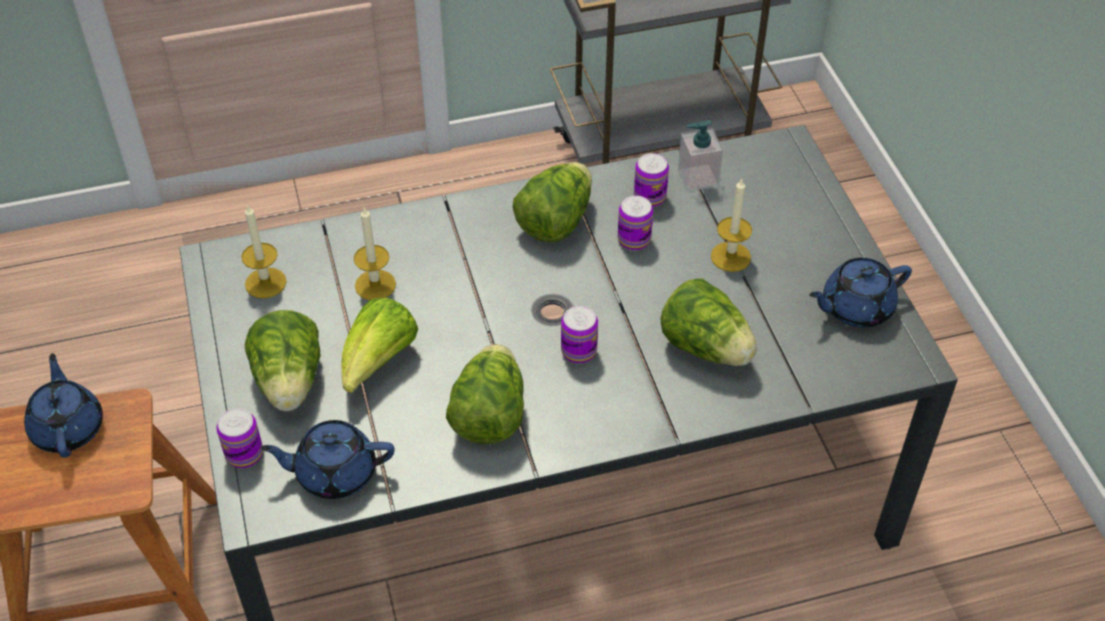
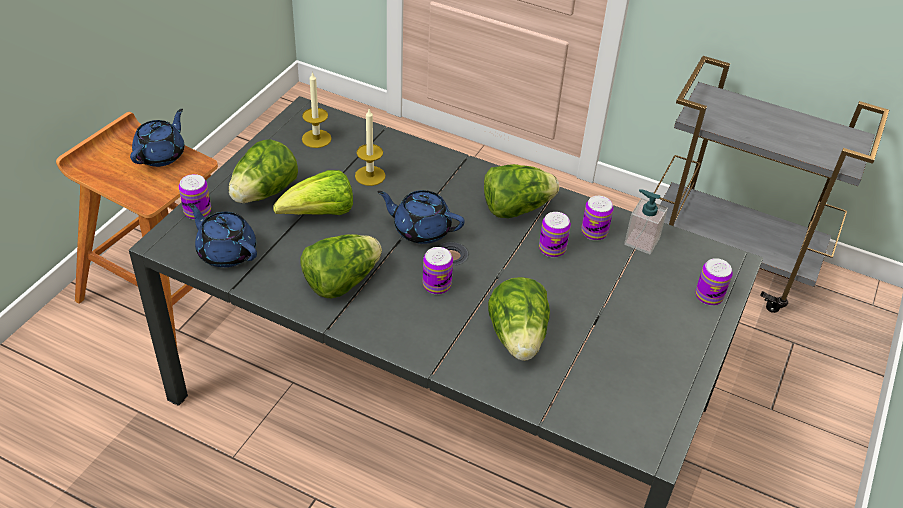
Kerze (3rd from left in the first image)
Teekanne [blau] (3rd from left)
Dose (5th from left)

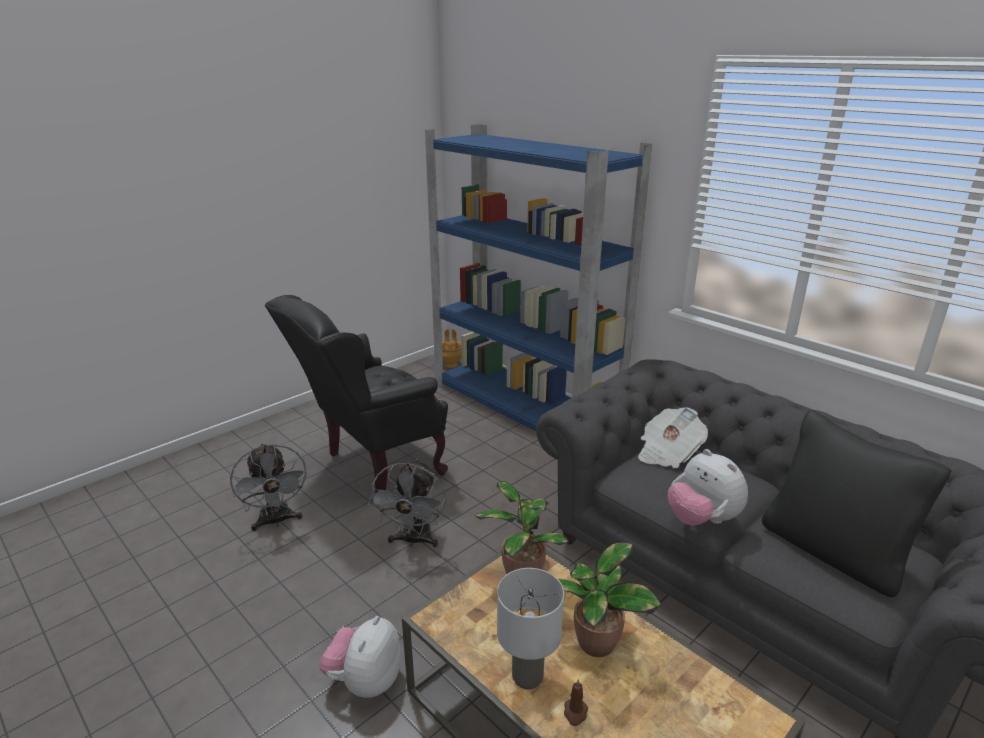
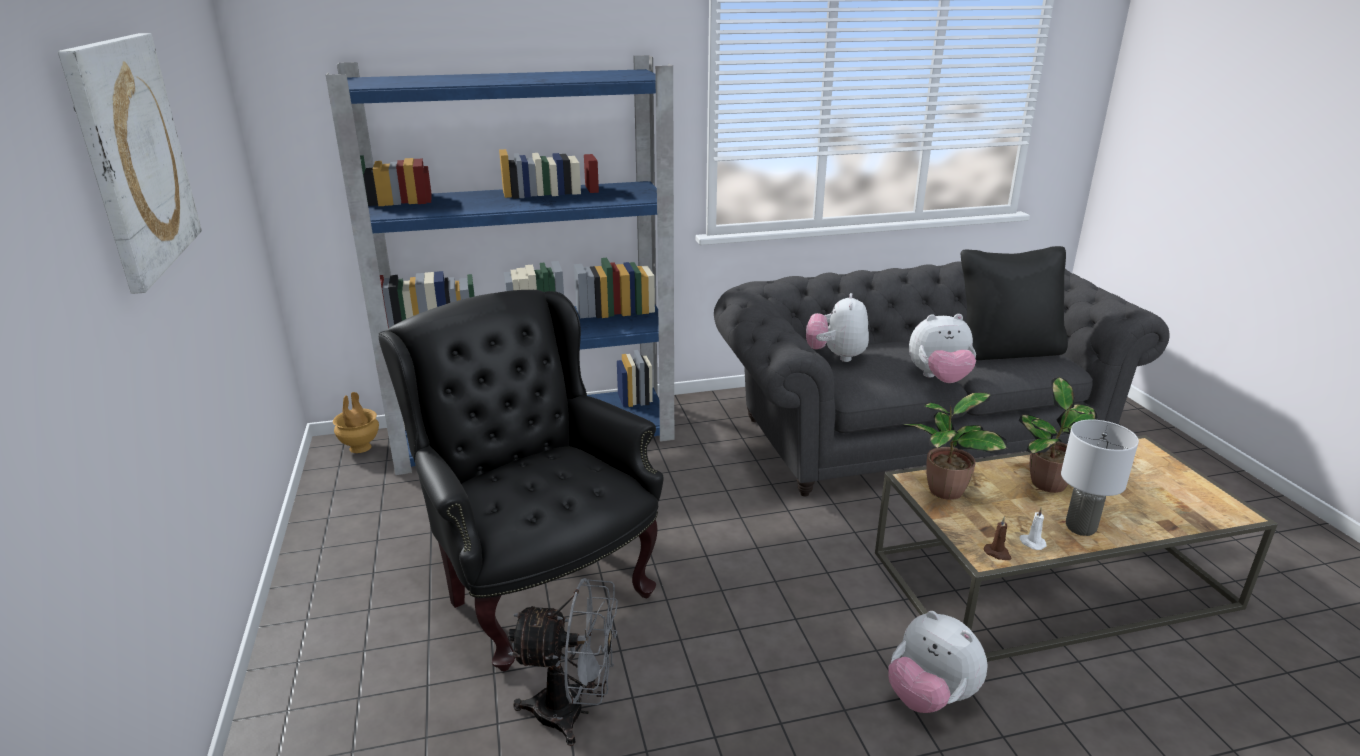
Sessel [schwarz]
Ventilator [grau] (2nd from left in the first image)
Kerze [braun]
Plüschtier (1st from left)
Bild
Kerze [weiß]

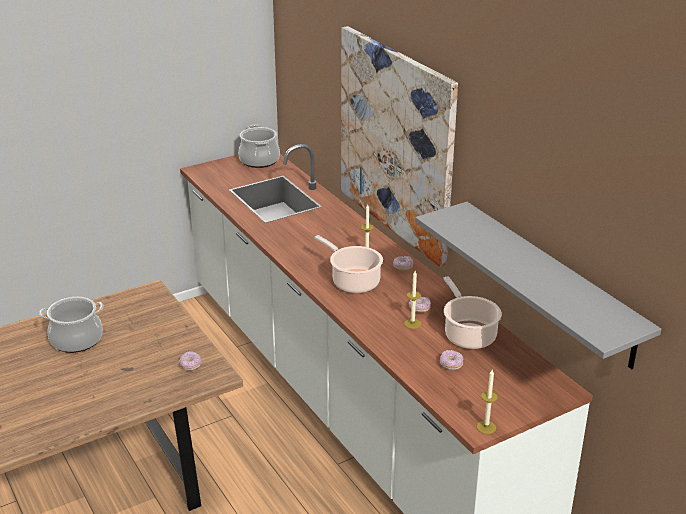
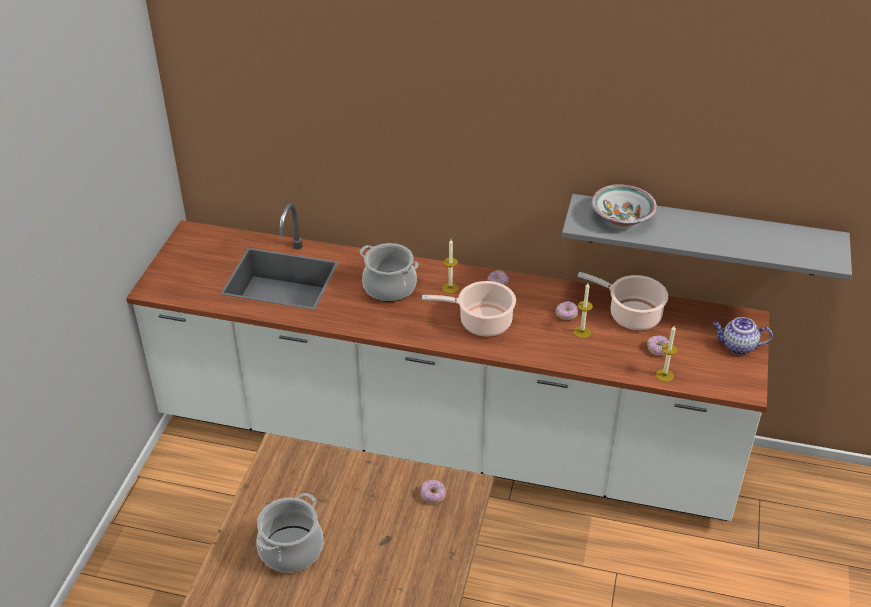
Kochtopf (2nd from left)
Bild
Kerze (3rd from left)
Schüssel
Teekanne

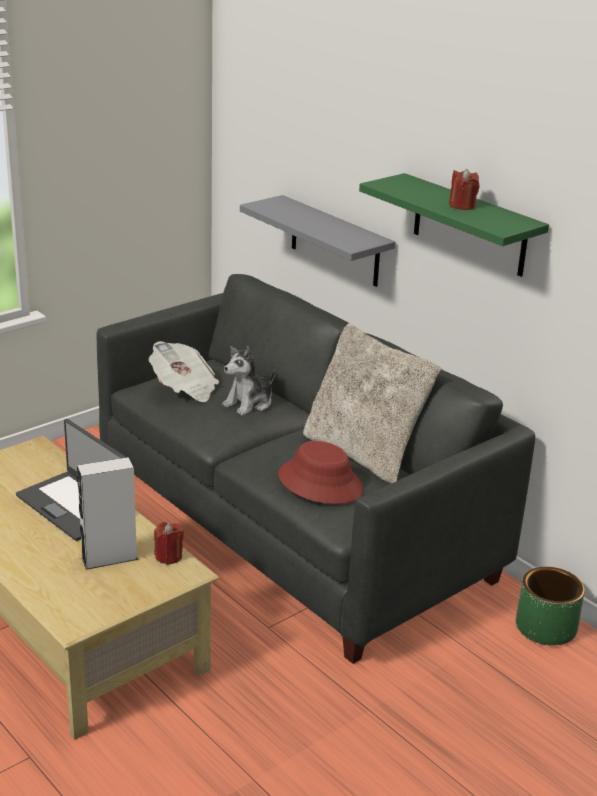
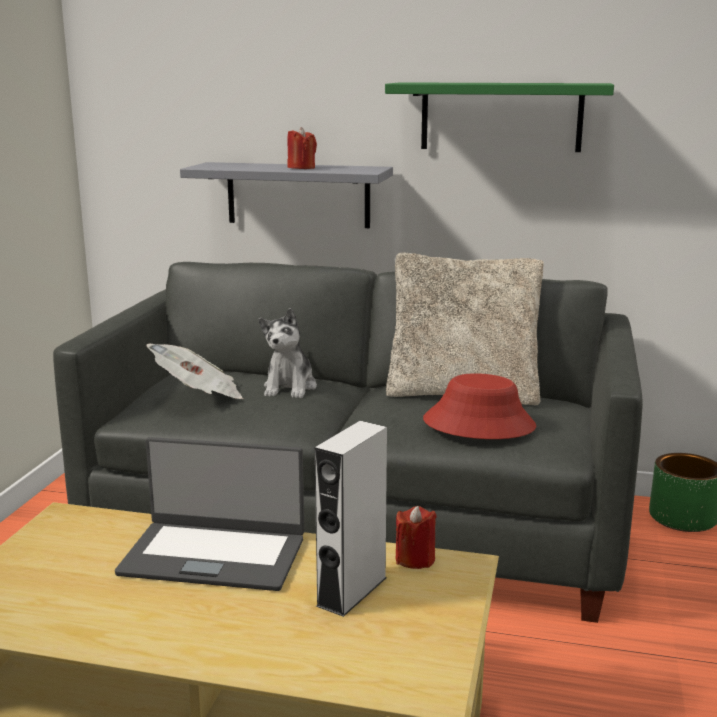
Kerze [rot] (1st from left)

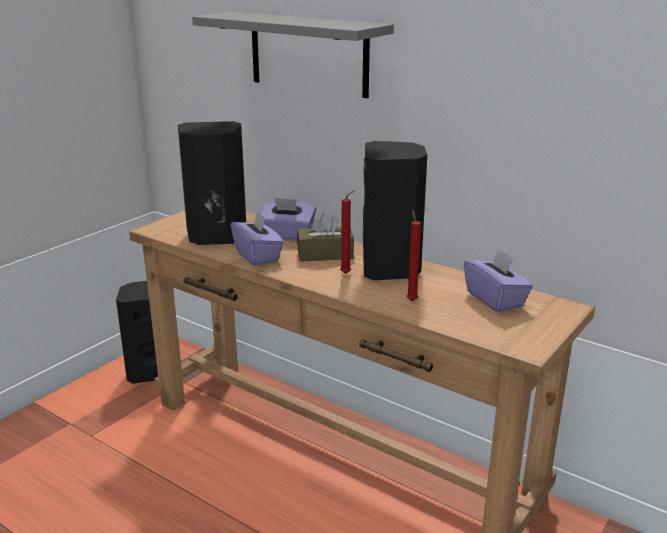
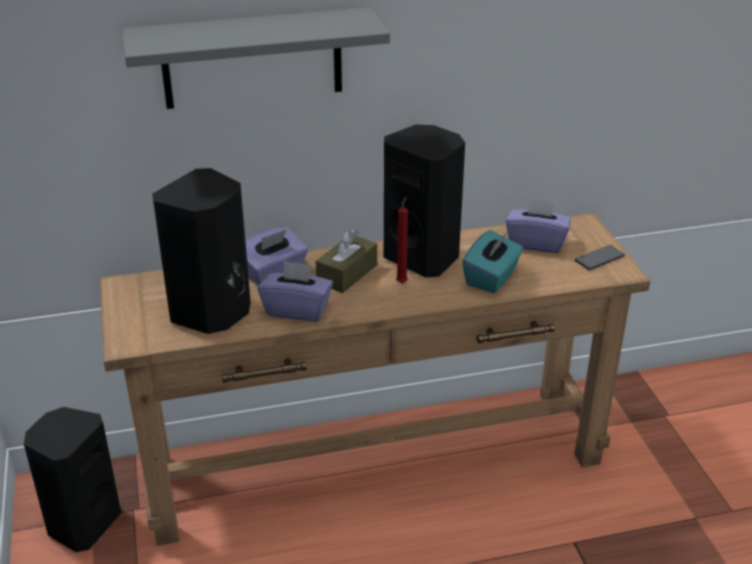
Taschentuchbox [türkis]
Handy

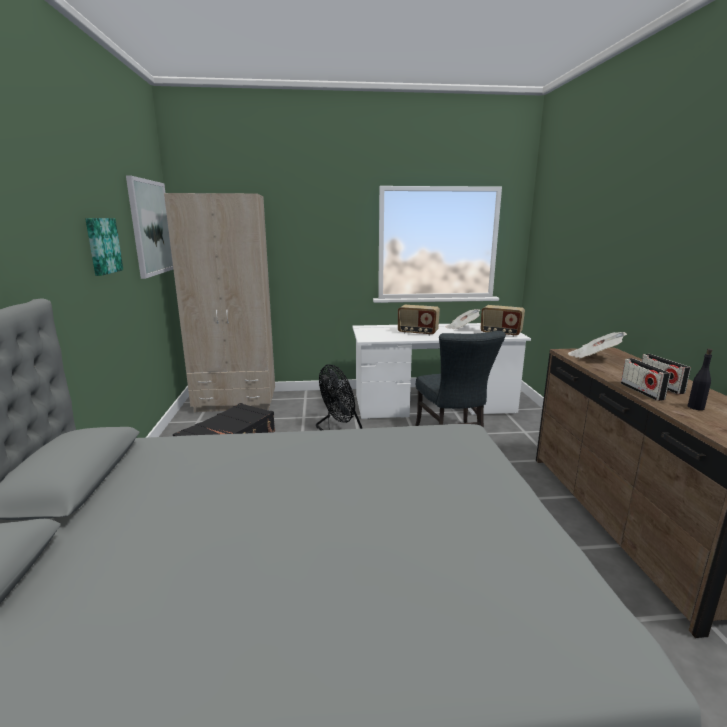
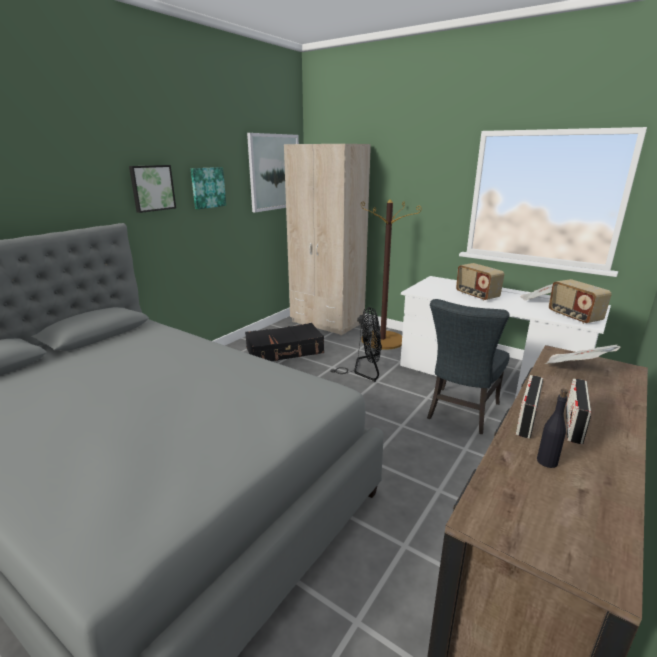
Bild (1st from left)
Kleiderständer [braun]

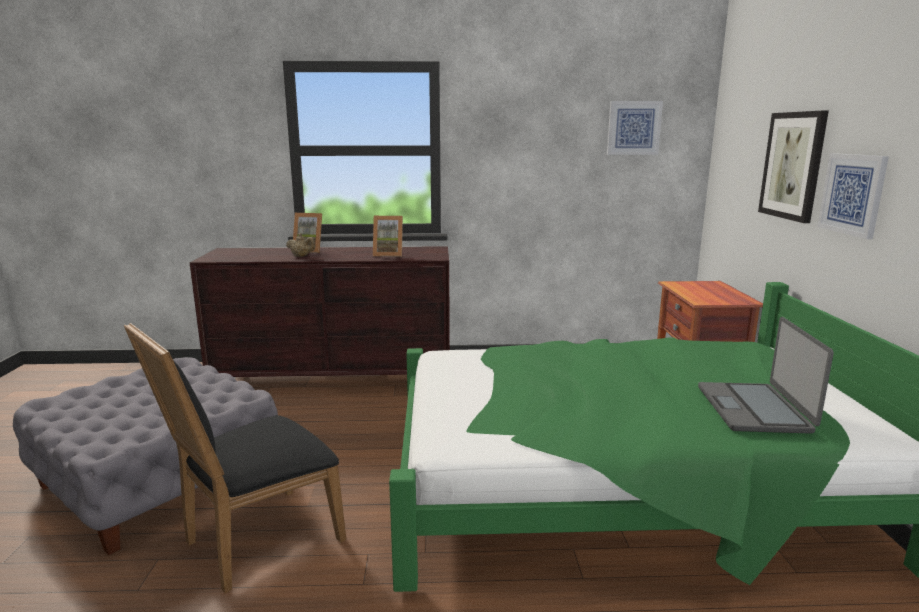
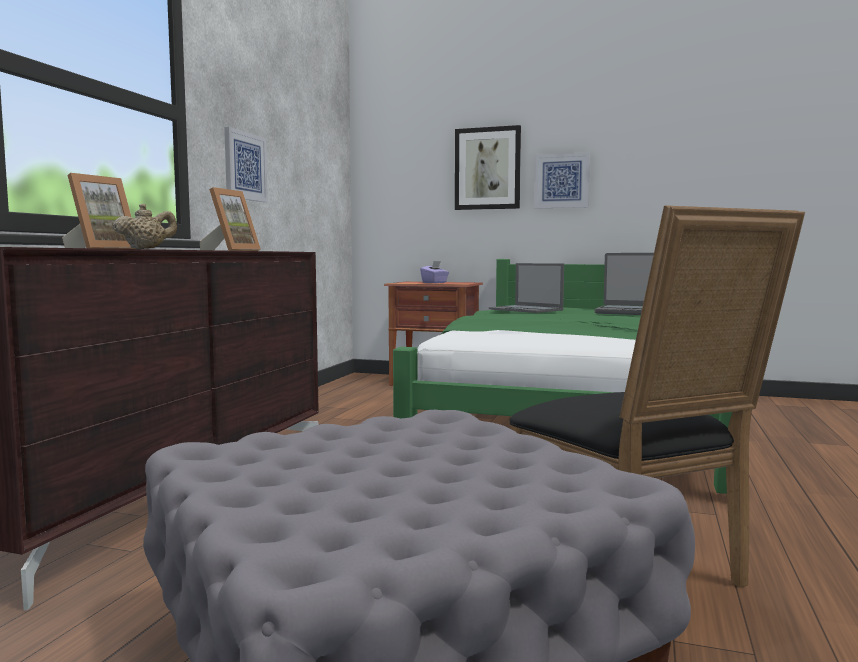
Bild (1st from left)
Taschentuchbox [lila]
Laptop (1st from left)

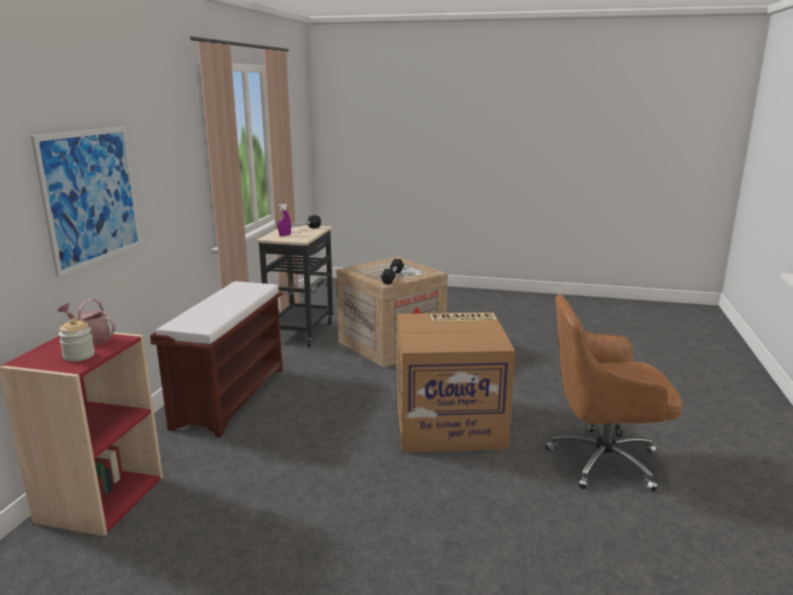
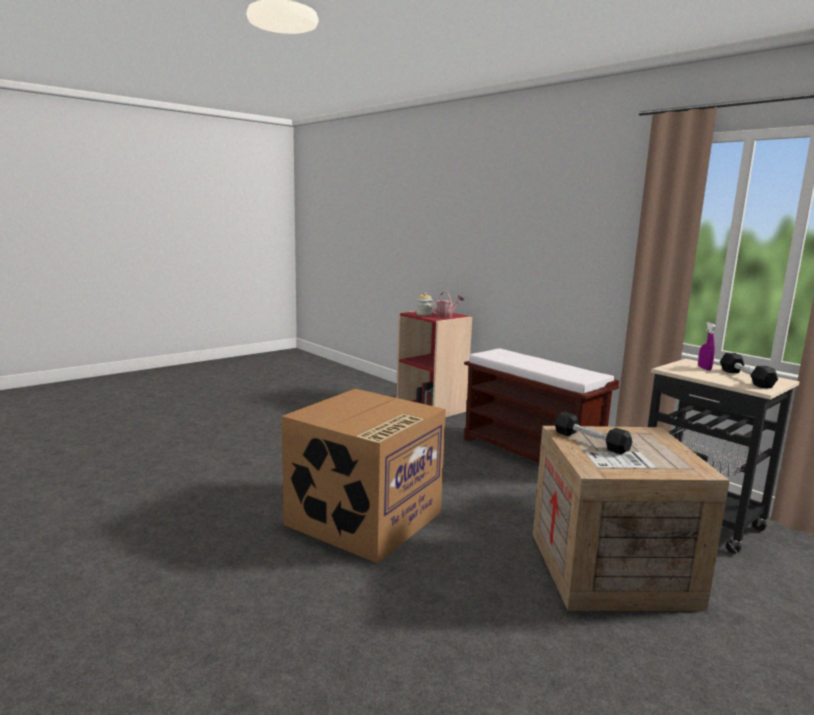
Bild
Bürostuhl [braun]

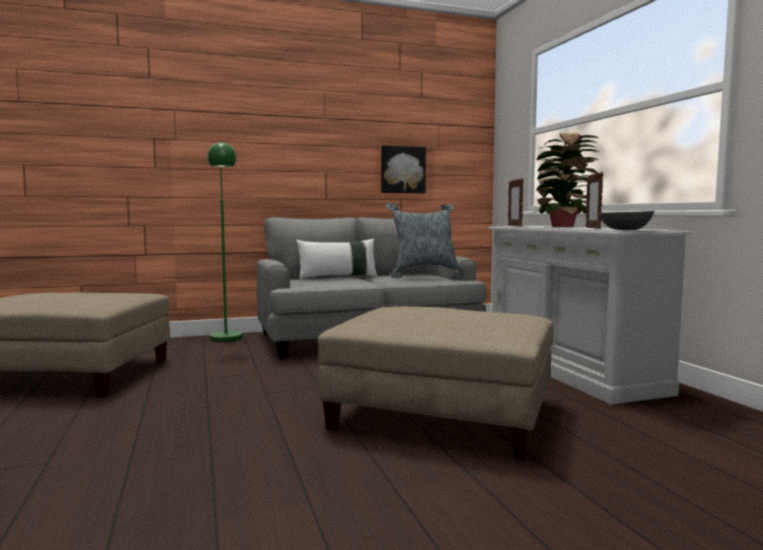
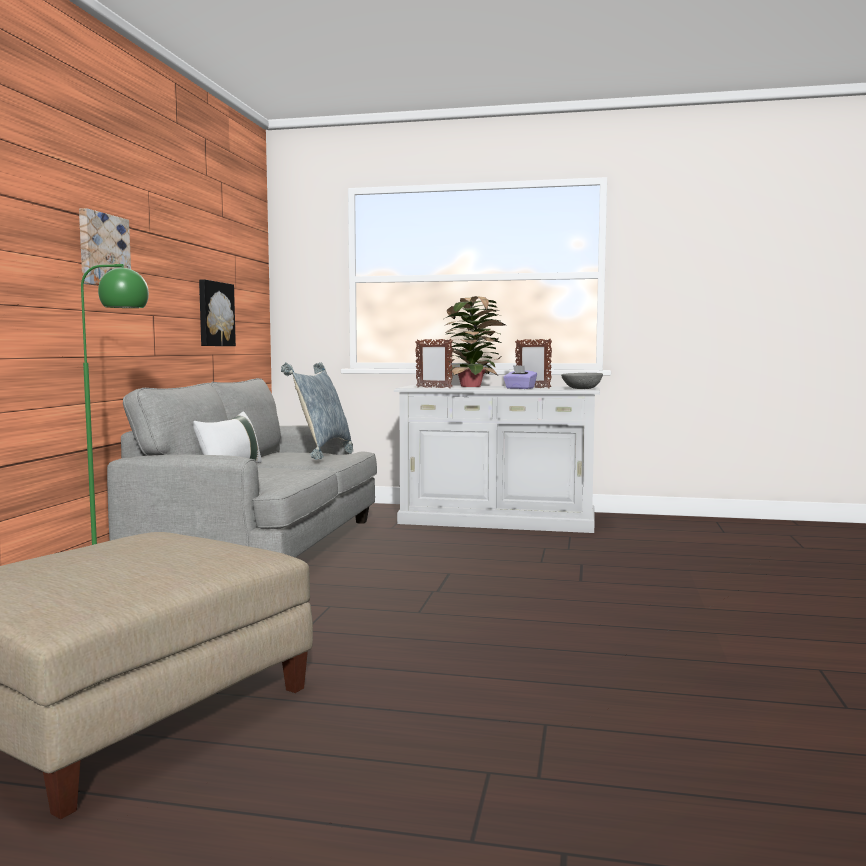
Polsterhocker [beige] (2nd from left in the first image)
Bild (1st from left)
Taschentuchbox [lila]

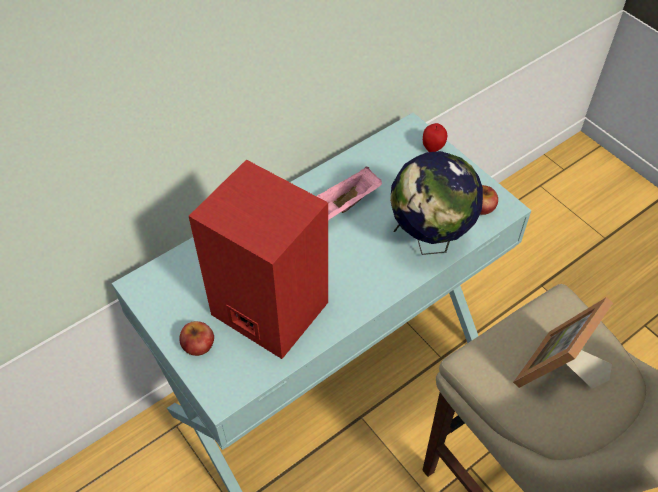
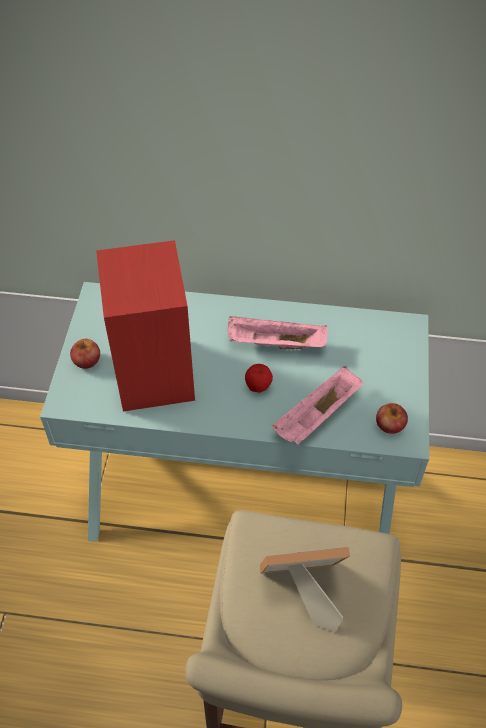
Tablett [rosa] (2nd from left)
Apfel (2nd from left)

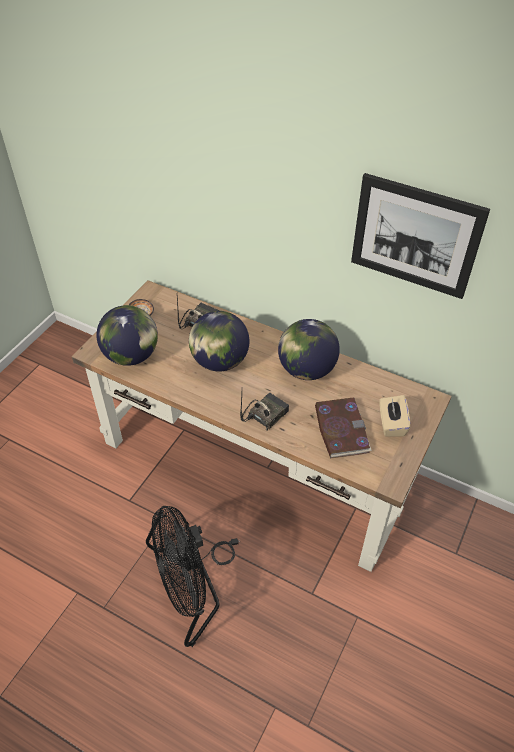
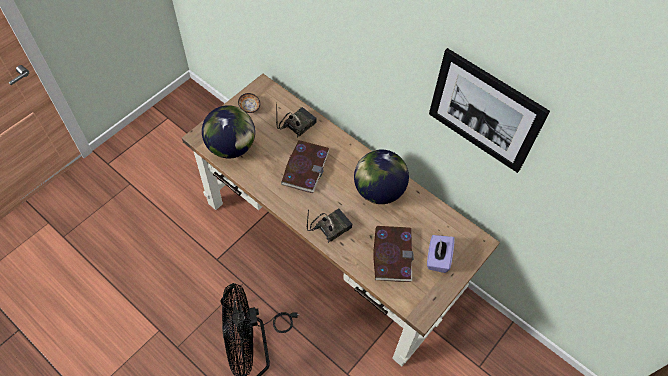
Buch (1st from left)
Taschentuchbox [lila]

